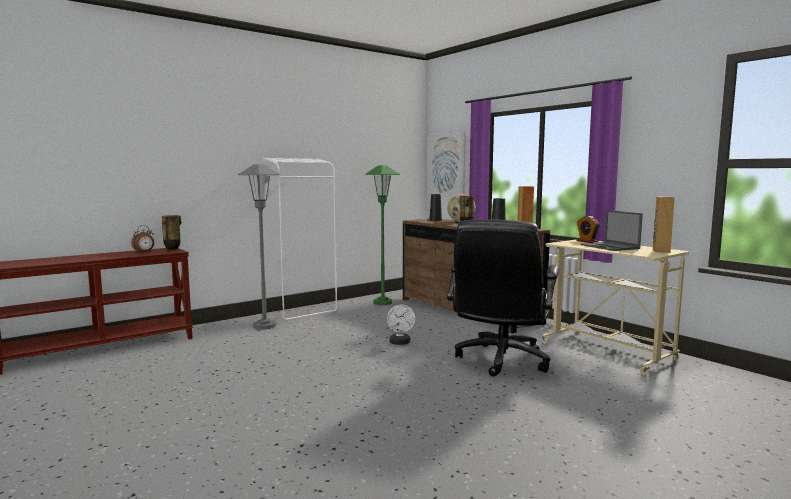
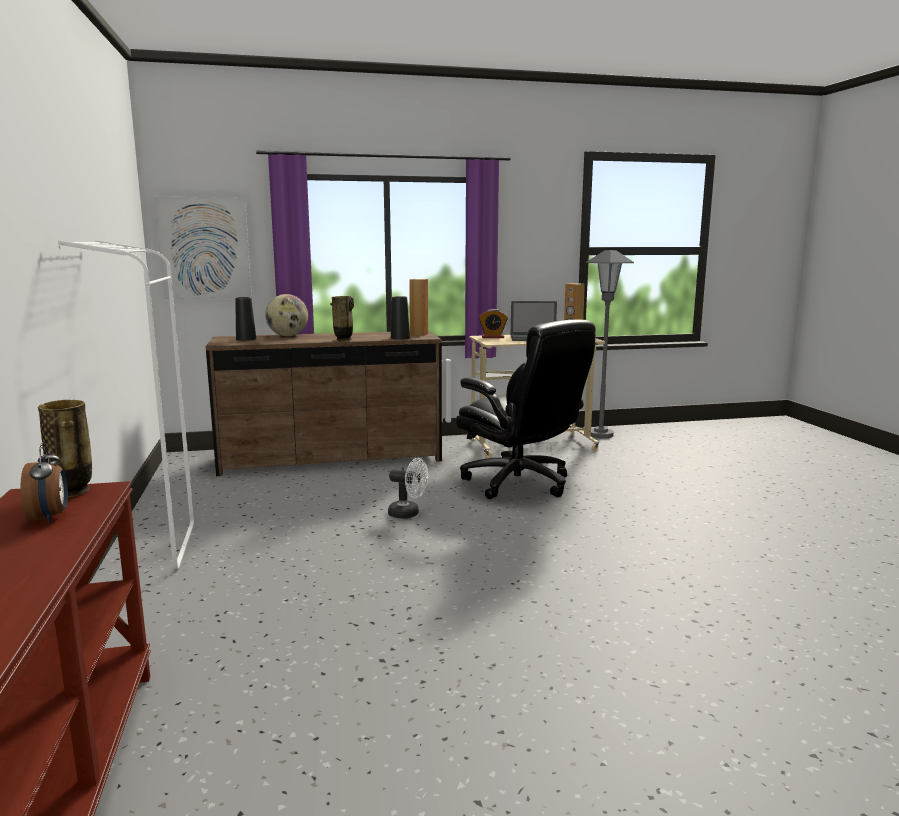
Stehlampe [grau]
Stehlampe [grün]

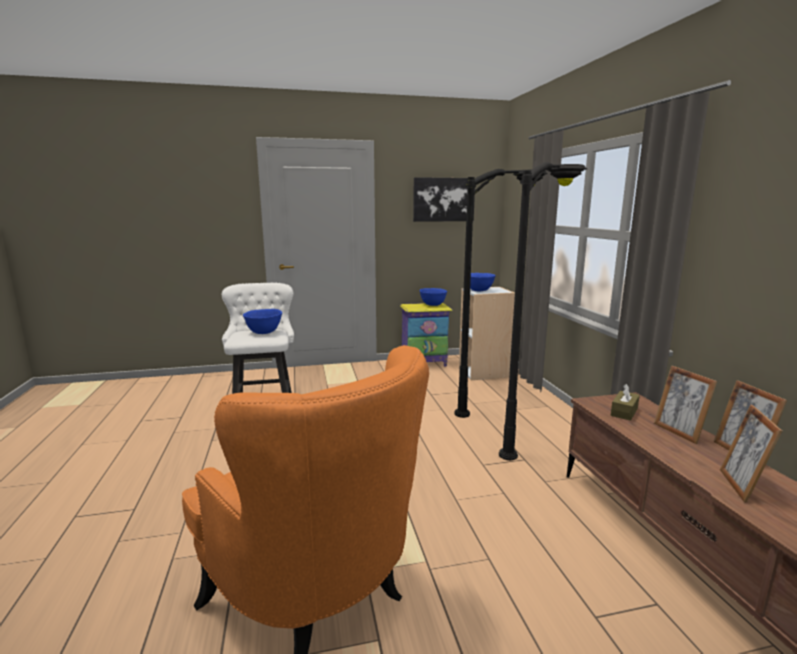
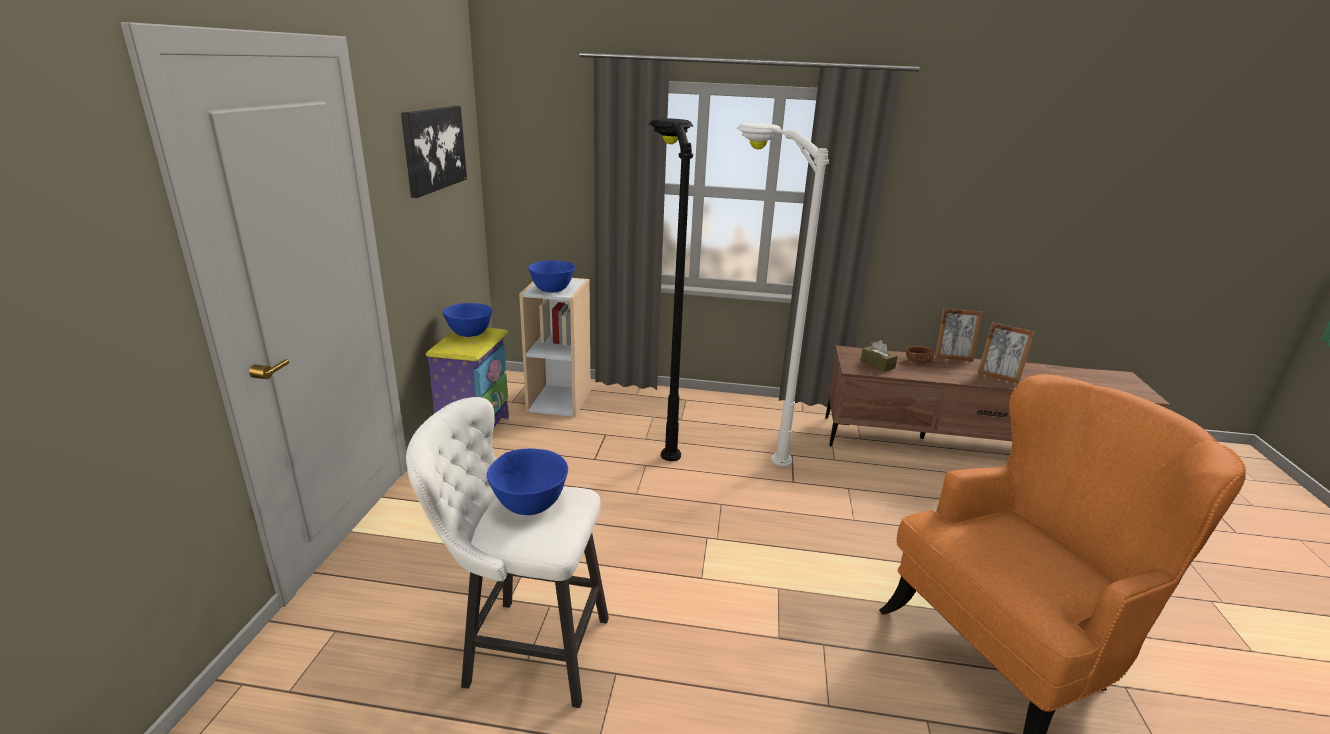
Stehlampe [weiß]
Schüssel [braun]

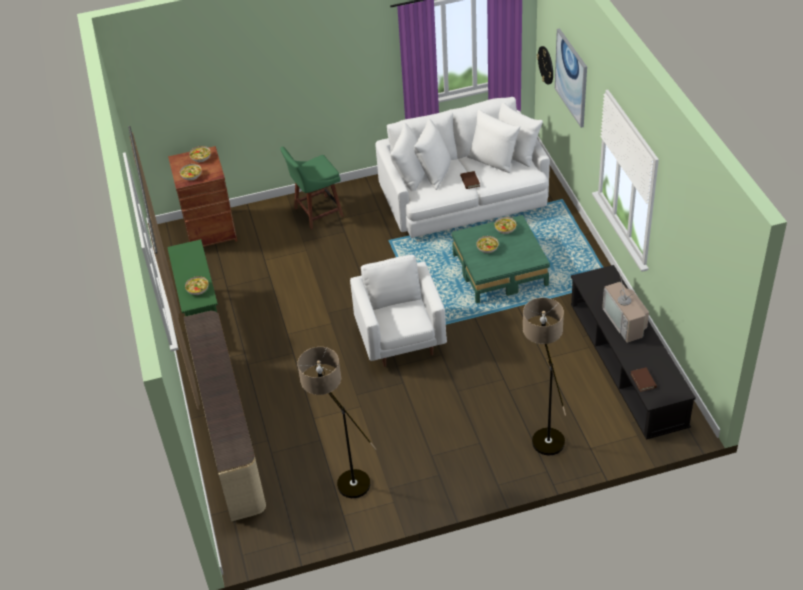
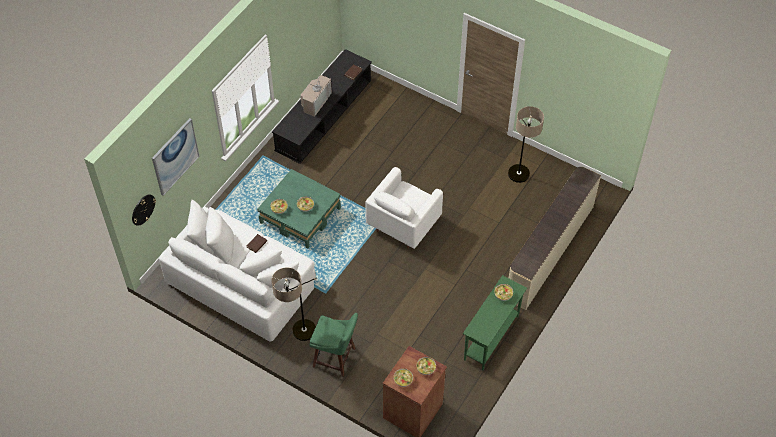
Stehlampe (1st from left)

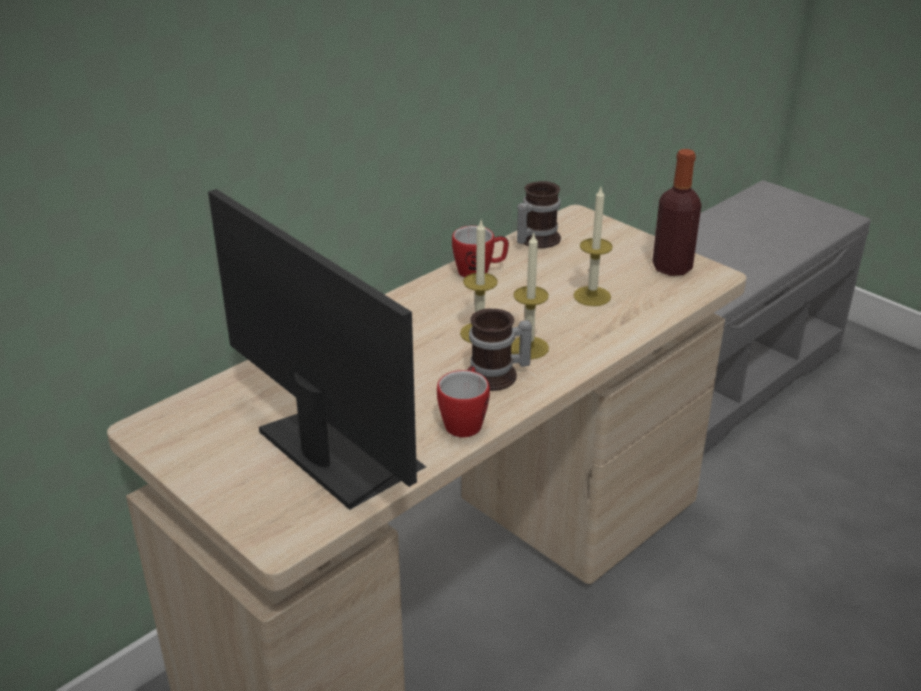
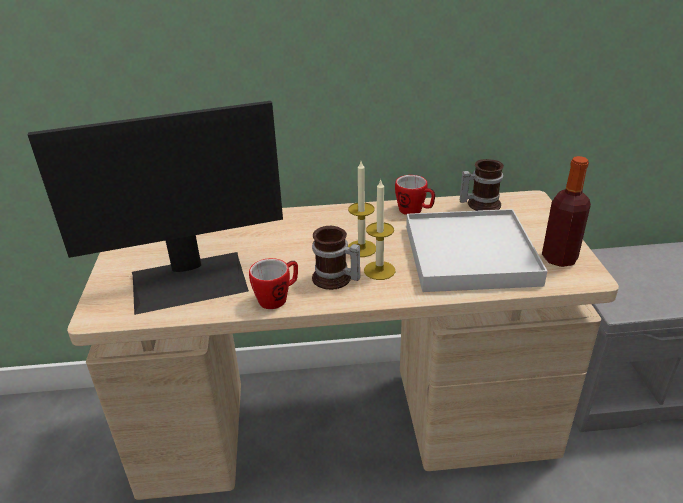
Monitor
Tablett [weiß]

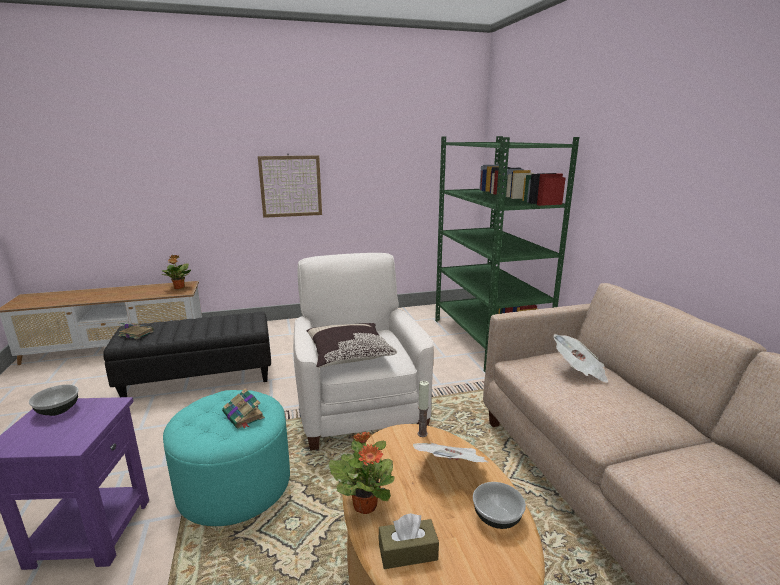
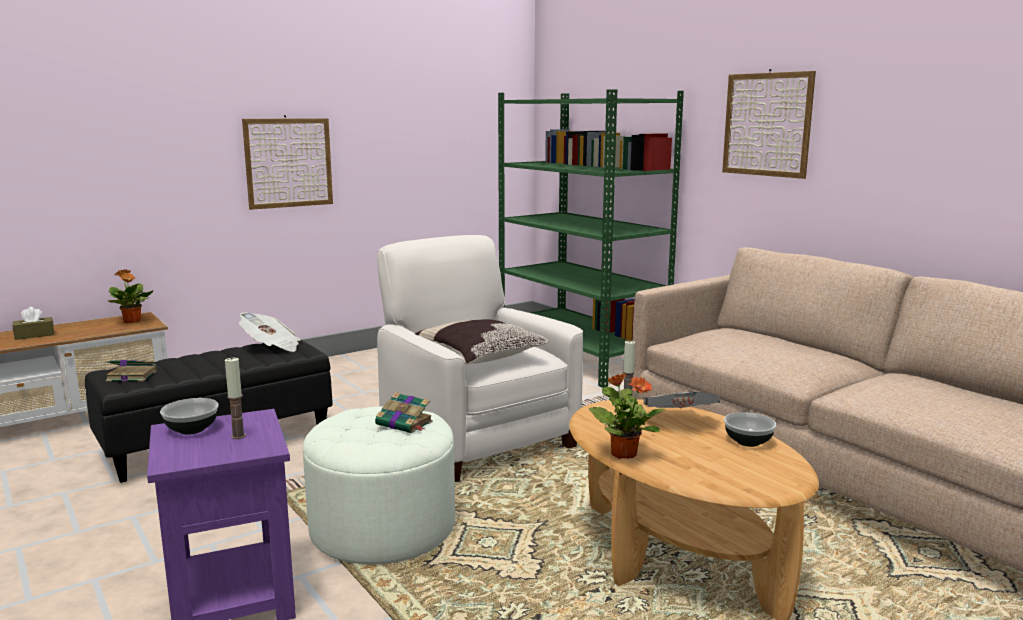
Polsterhocker [weiß]
Taschentuchbox [braun]
Zeitung (1st from left)
Kerze (1st from left)
Bild (2nd from left)

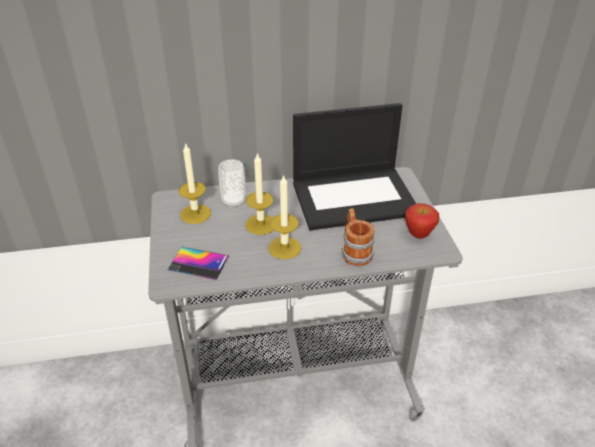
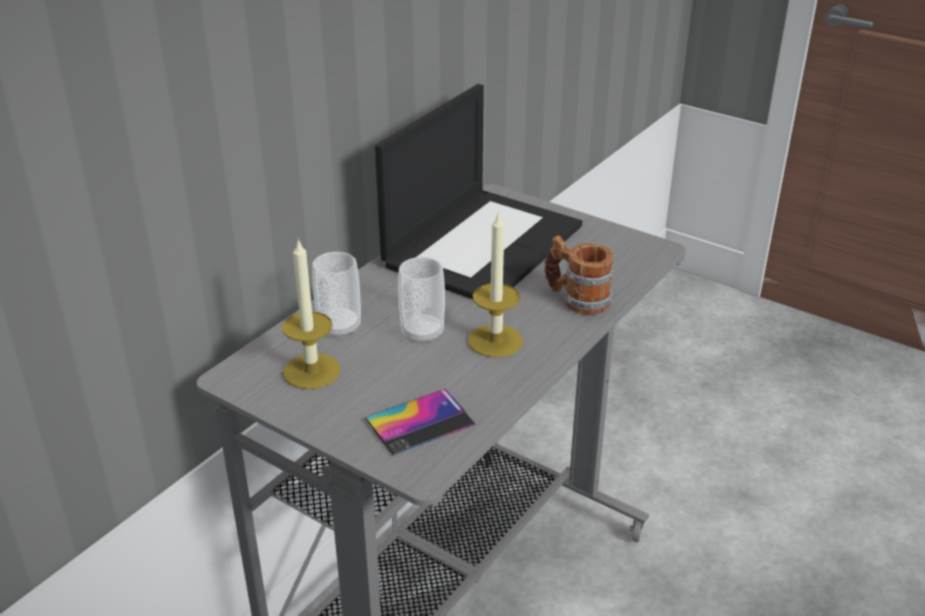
Tasse (2nd from left)
Apfel

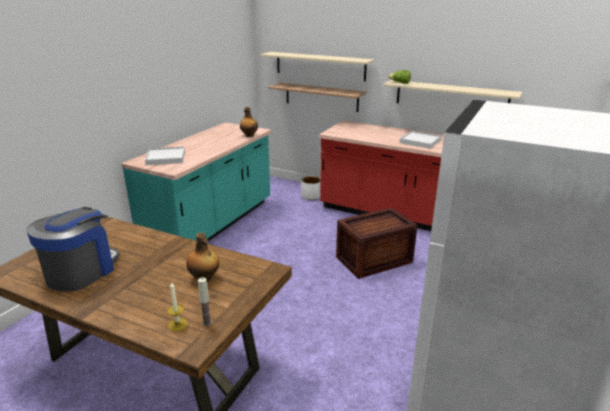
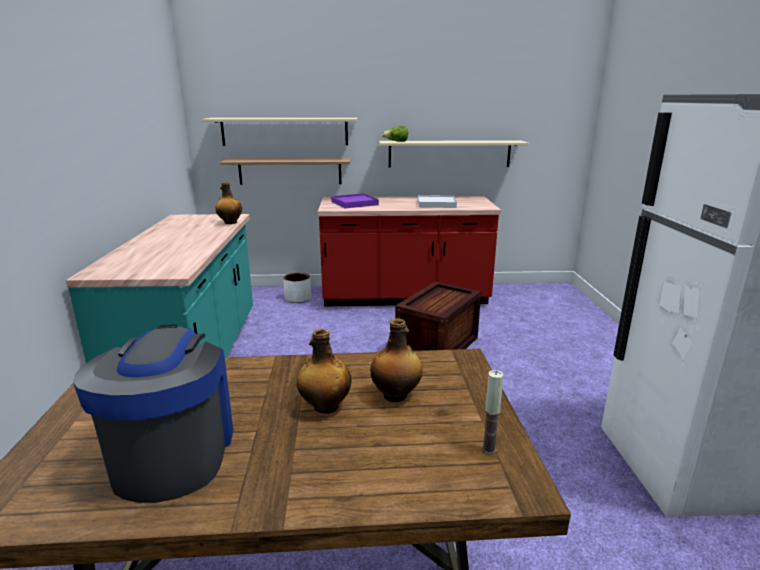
Tablett [weiß] (1st from left in the first image)
Kerze (1st from left in the first image)
Flasche (2nd from left)
Tablett [lila]

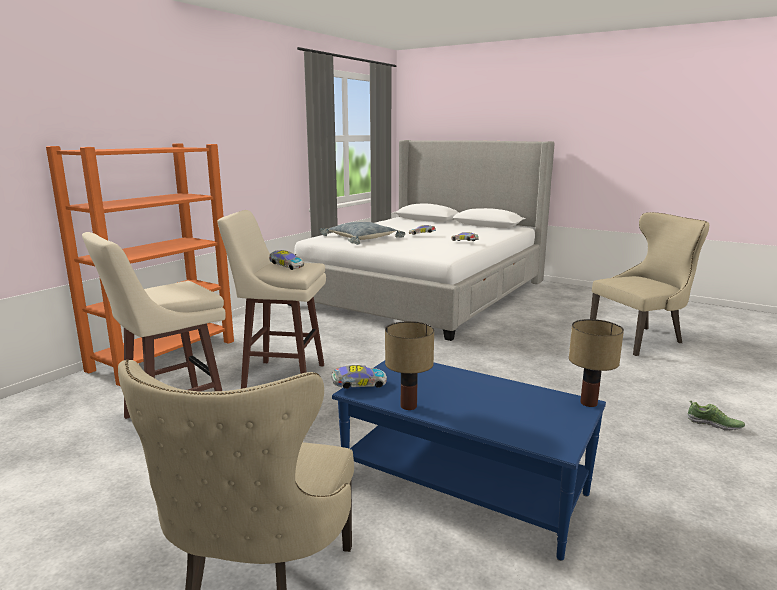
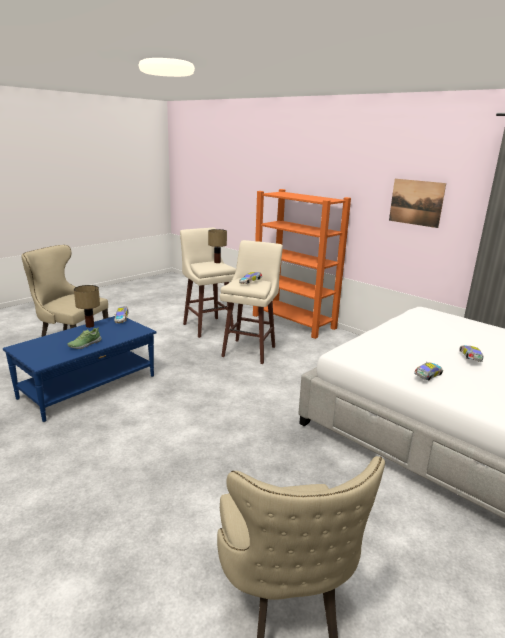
Kissen
Tischlampe (2nd from left)
Schuh
Bild

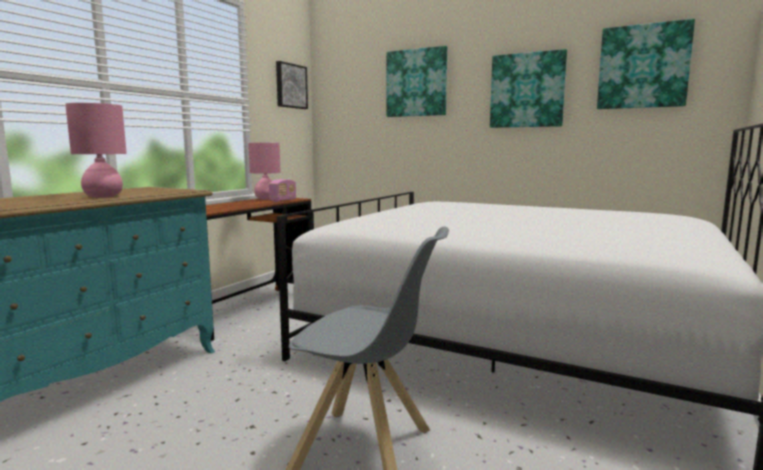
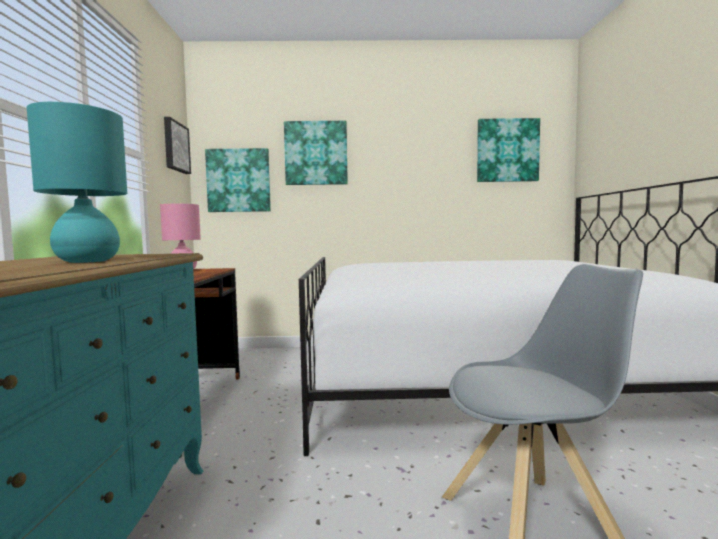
Tischlampe [türkis]
Radio
Bild (2nd from left)

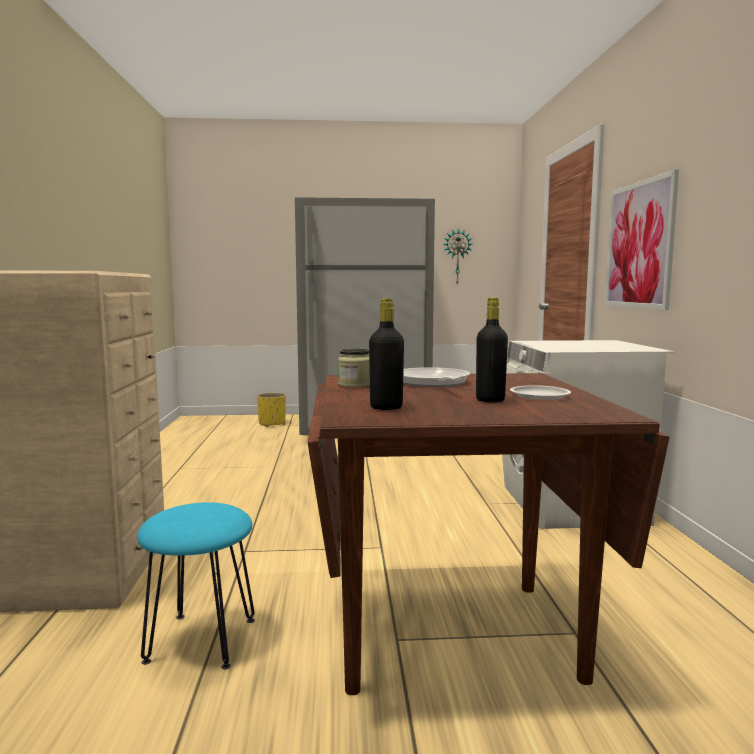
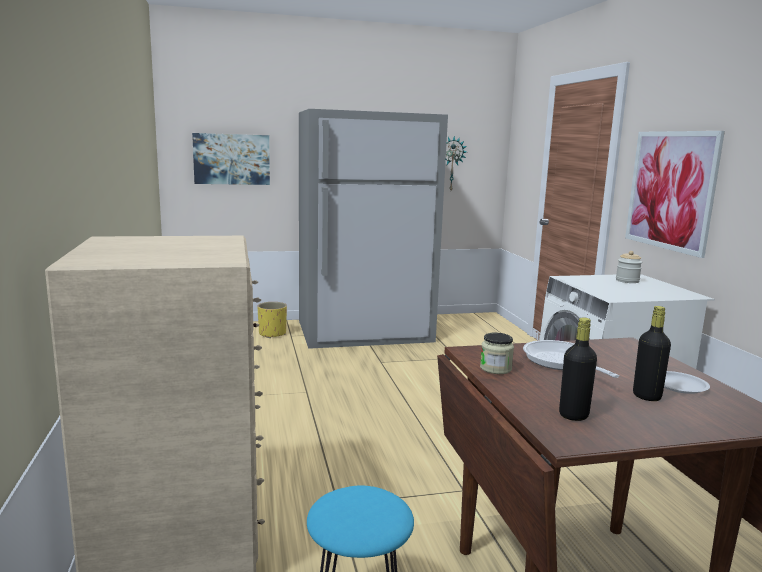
Bild (1st from left)
Vorratsglas (2nd from left)

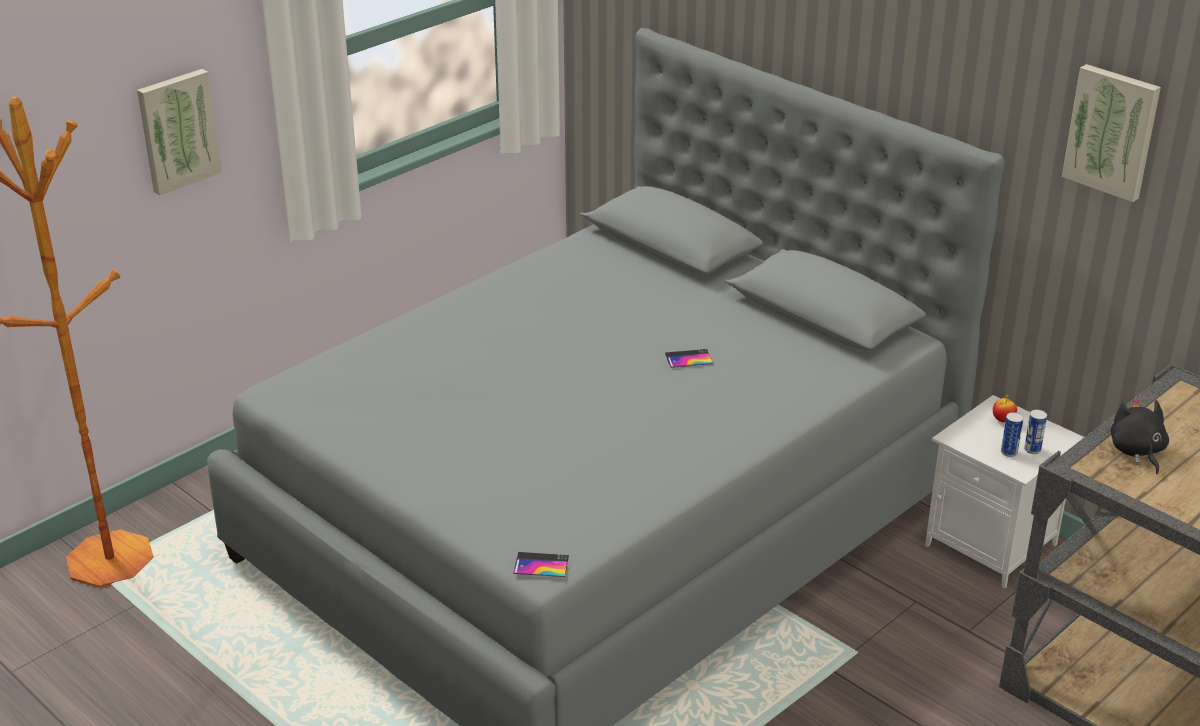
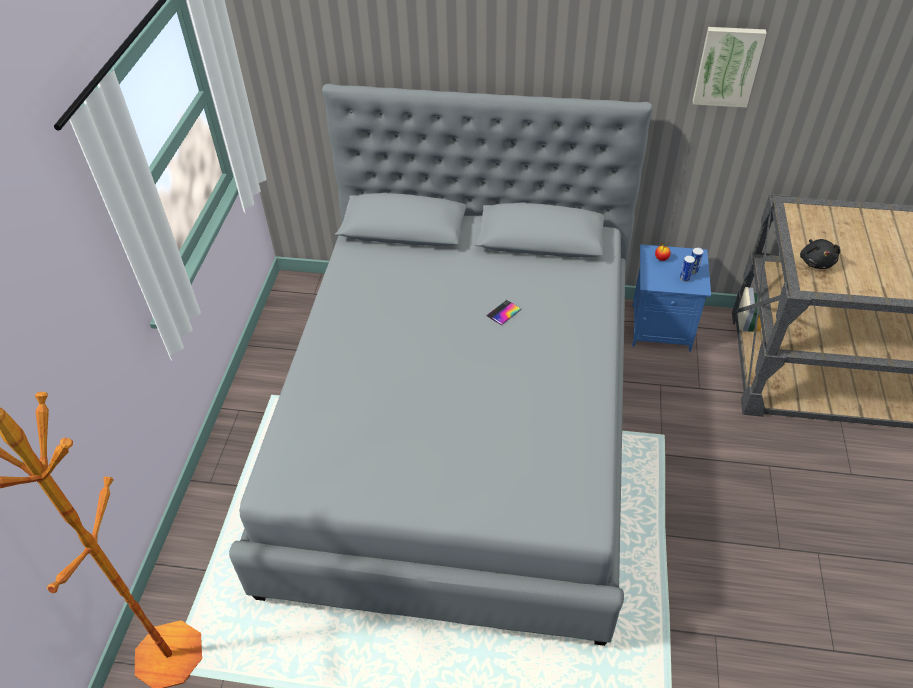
Bild (1st from left in the first image)
Handy (1st from left in the first image)
Nachttisch [blau]
Plüschtier [schwarz]

